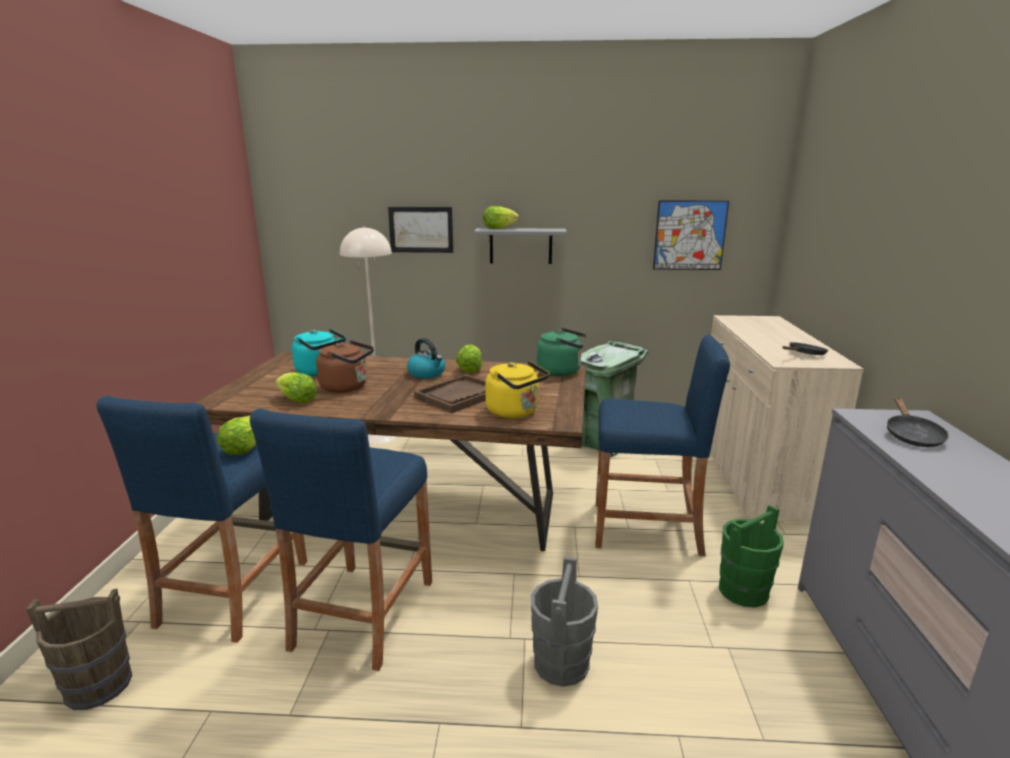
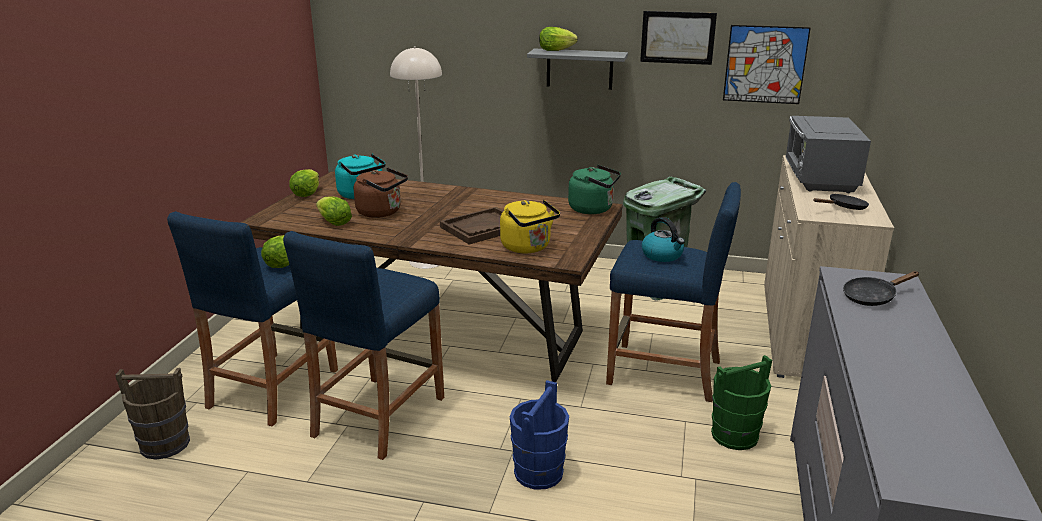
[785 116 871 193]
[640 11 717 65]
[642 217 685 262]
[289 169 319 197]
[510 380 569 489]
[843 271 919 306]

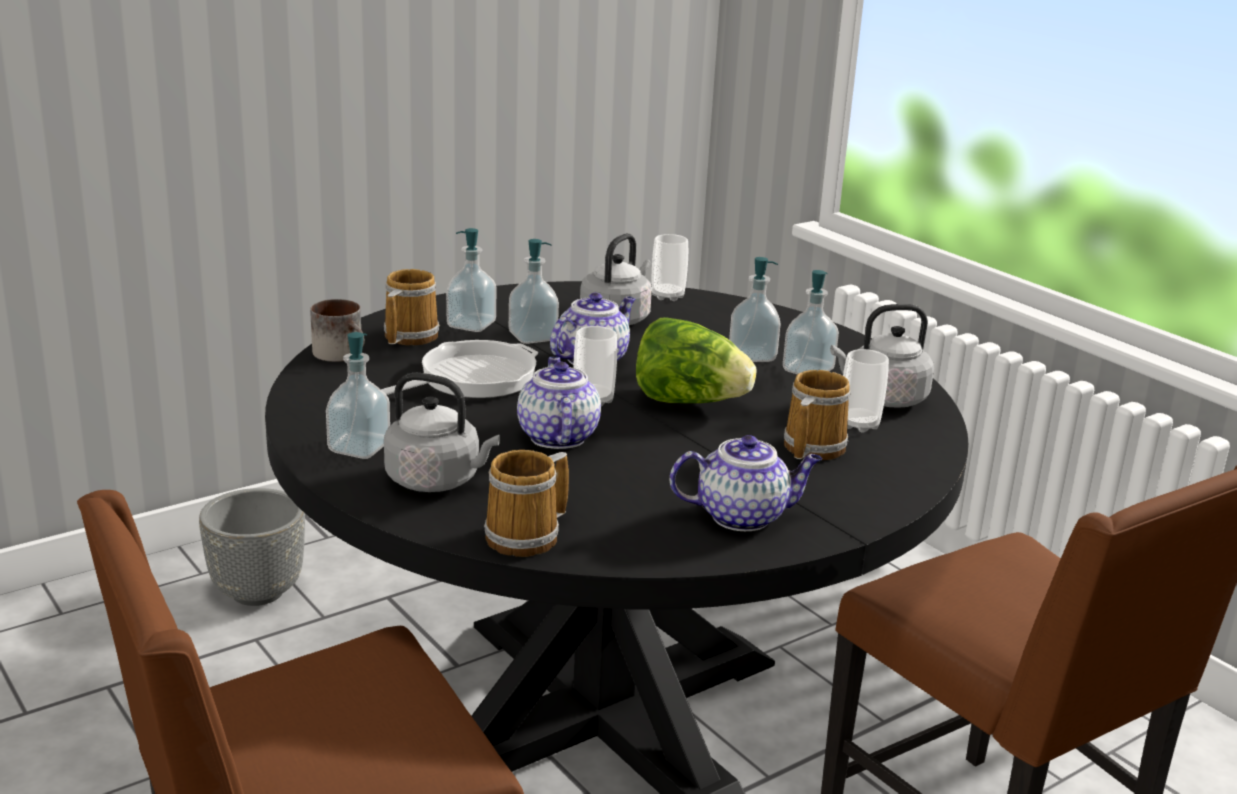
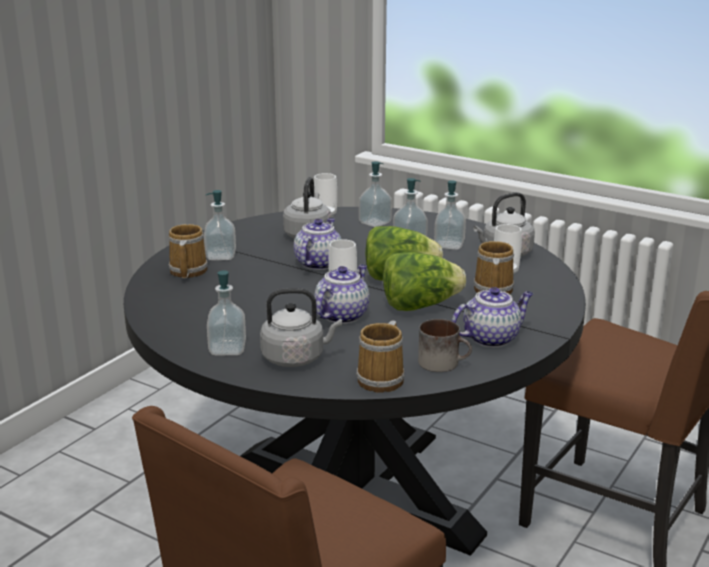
[199 488 305 606] (first image)
[381 340 538 398] (first image)
[383 252 466 311]
[418 319 472 372]
[359 161 392 227]
[314 265 370 324]

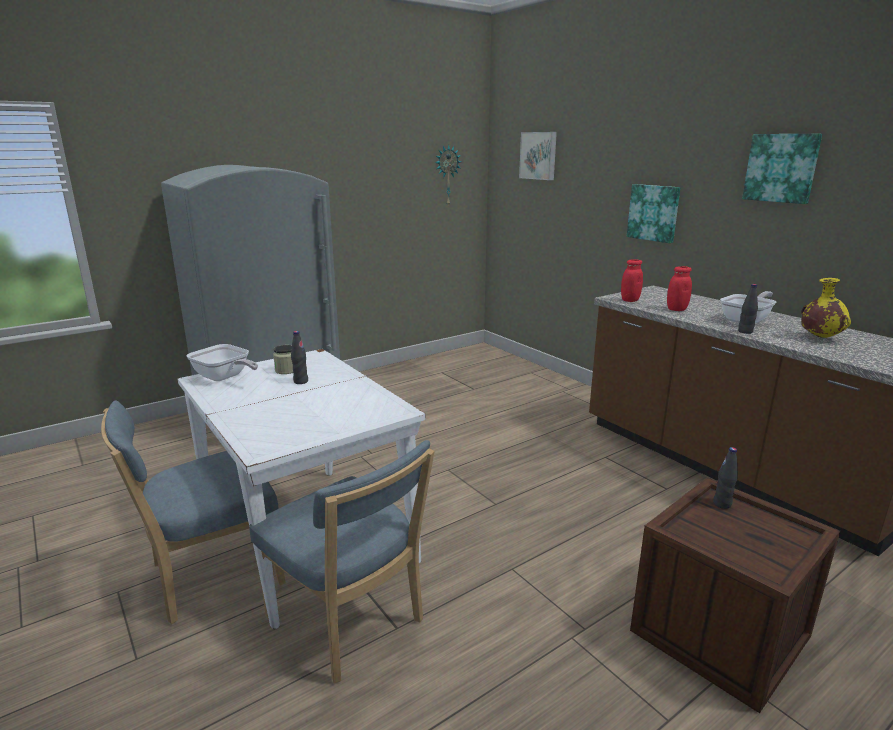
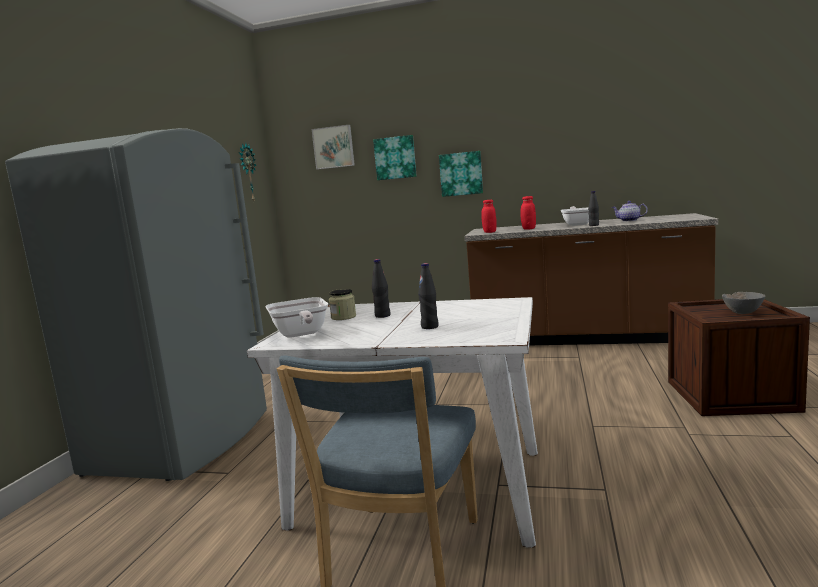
[249 440 435 684] (first image)
[722 292 765 314]
[418 263 439 329]
[373 135 417 180]
[612 201 648 221]
[266 297 328 338]

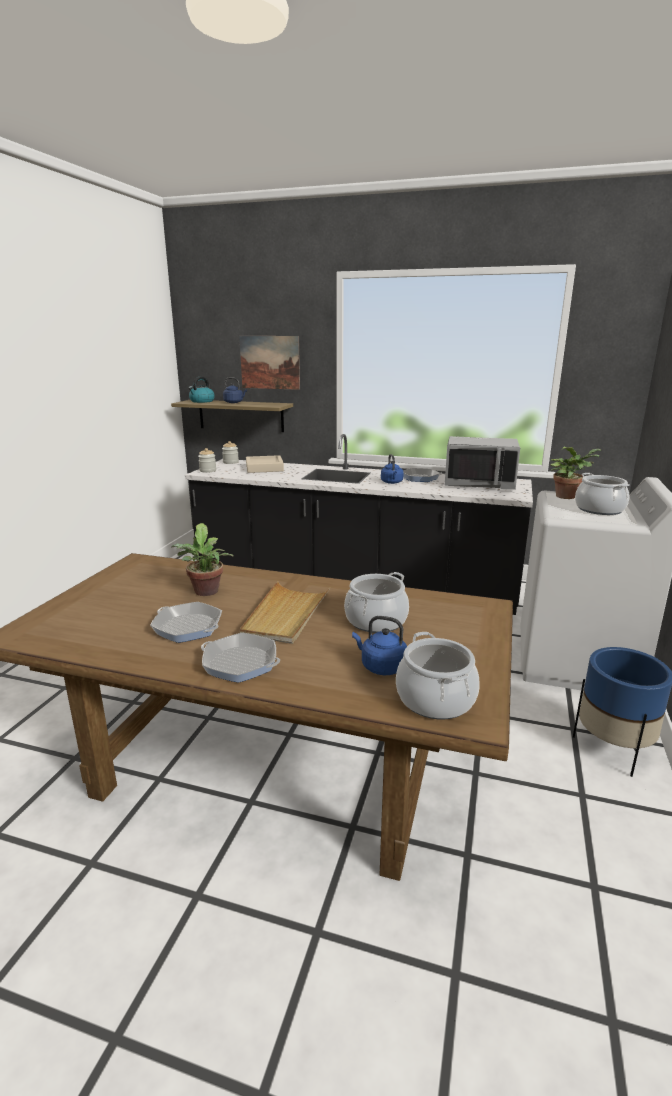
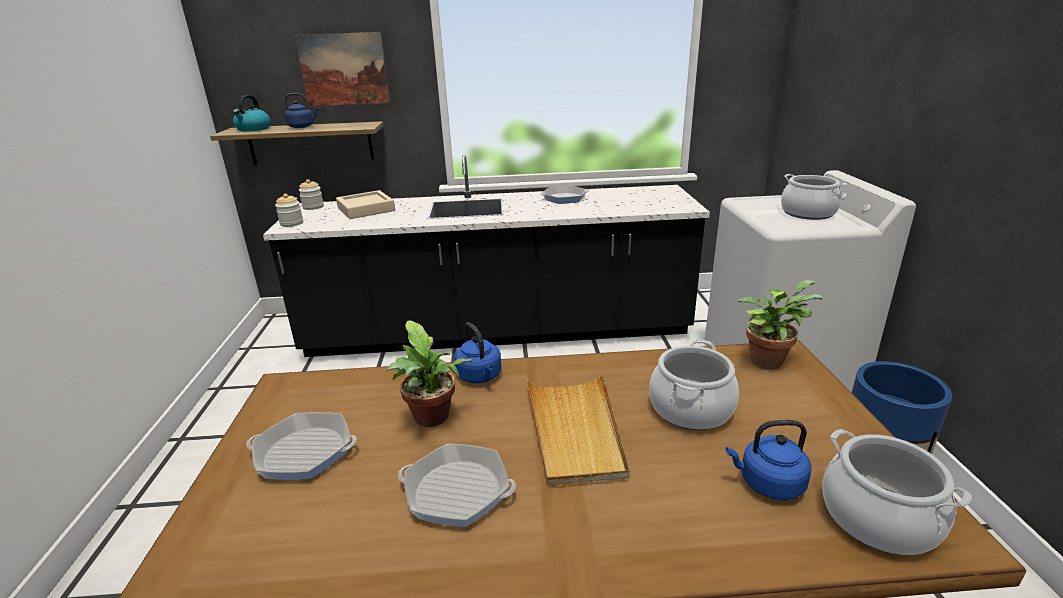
[445 436 520 490] (first image)
[246 412 357 480]
[454 322 501 383]
[738 280 822 369]

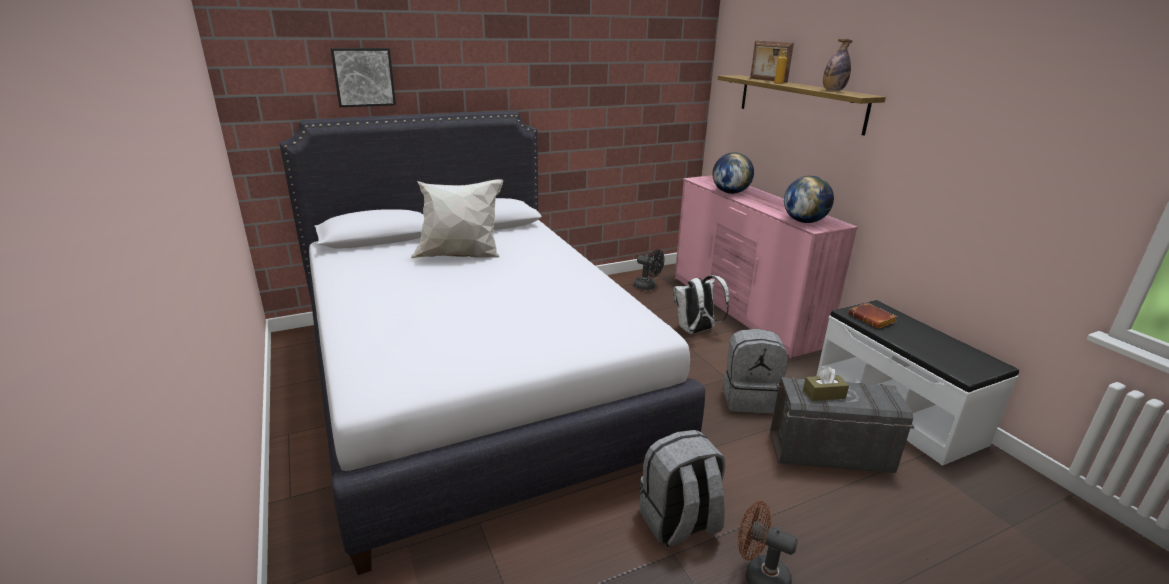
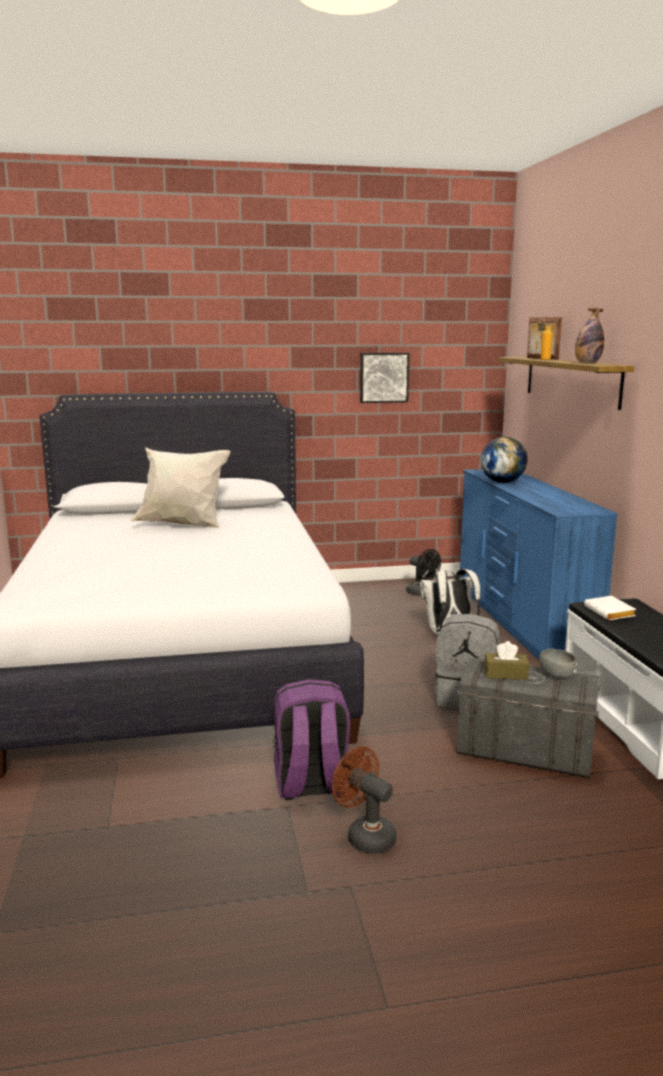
[784 176 834 223] (first image)
[539 649 576 678]
[360 353 410 403]
[273 679 350 800]
[460 469 618 660]
[584 596 636 620]

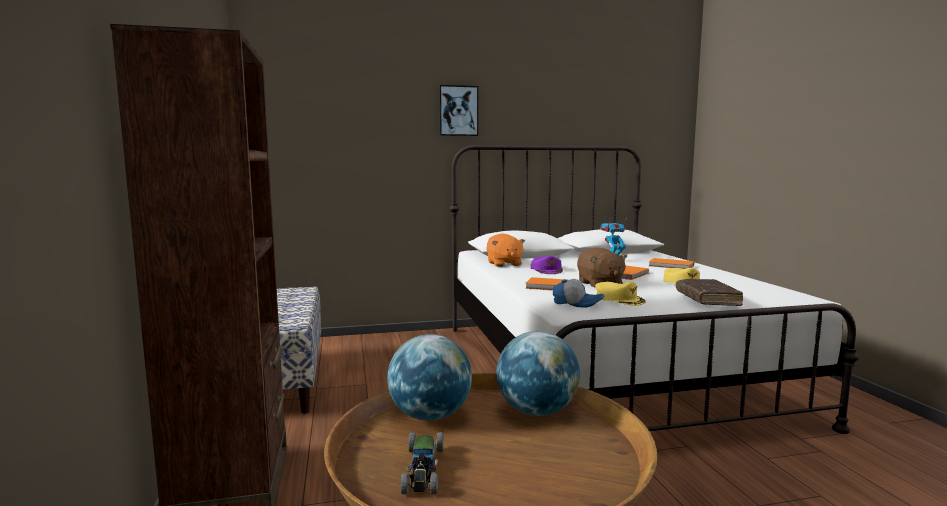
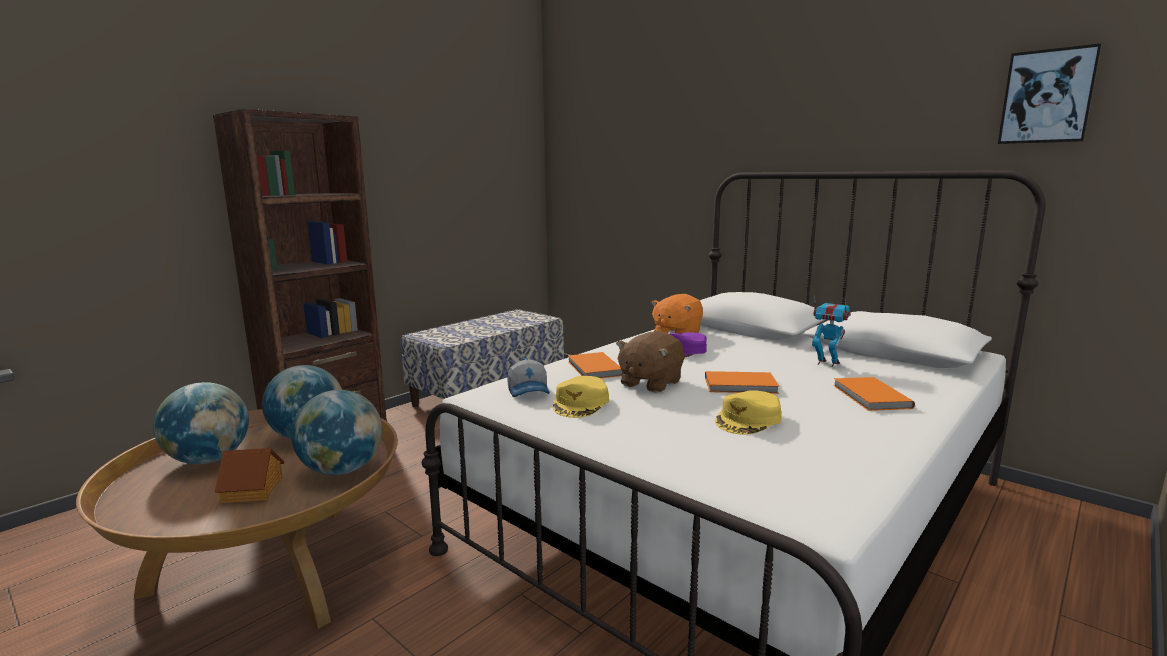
[676 279 743 306] (first image)
[215 448 284 503]
[998 43 1102 144]
[153 382 249 464]

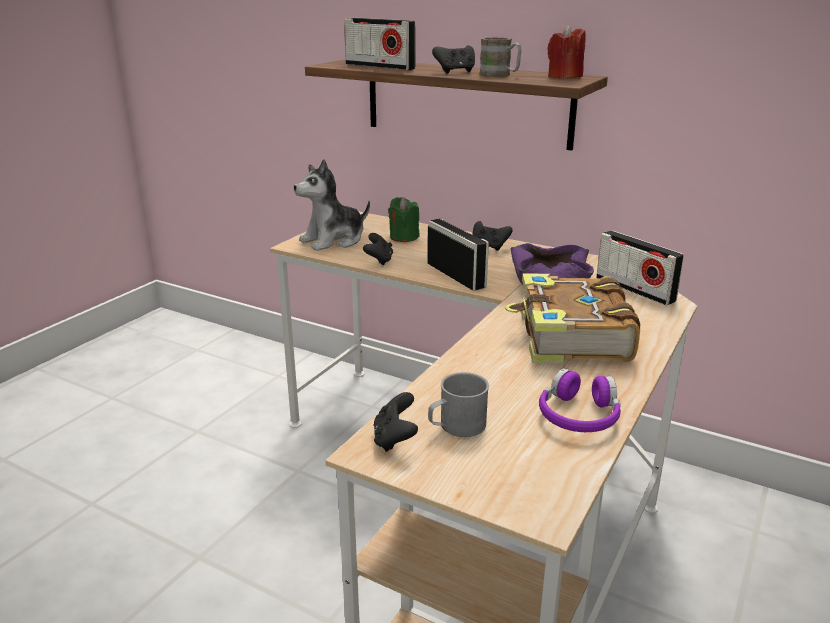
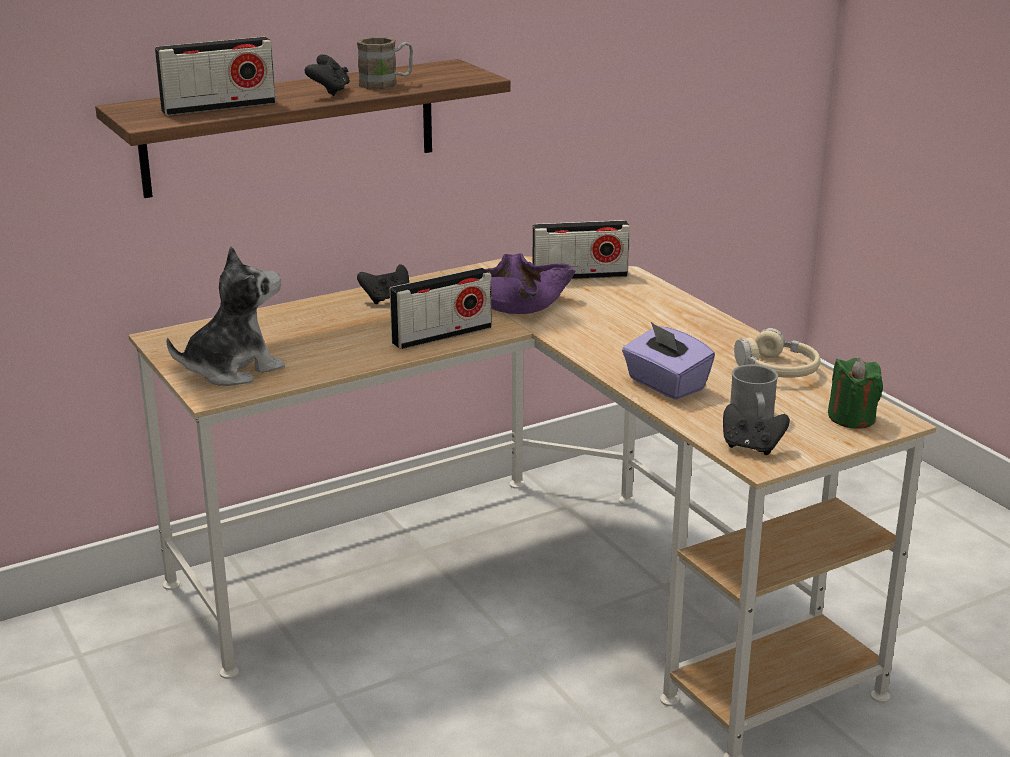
[363 233 393 265] (first image)
[505 273 640 363] (first image)
[547 25 586 79] (first image)
[622 322 715 400]
[828 358 883 429]
[734 328 820 378]
[166 246 285 386]
[390 268 492 349]

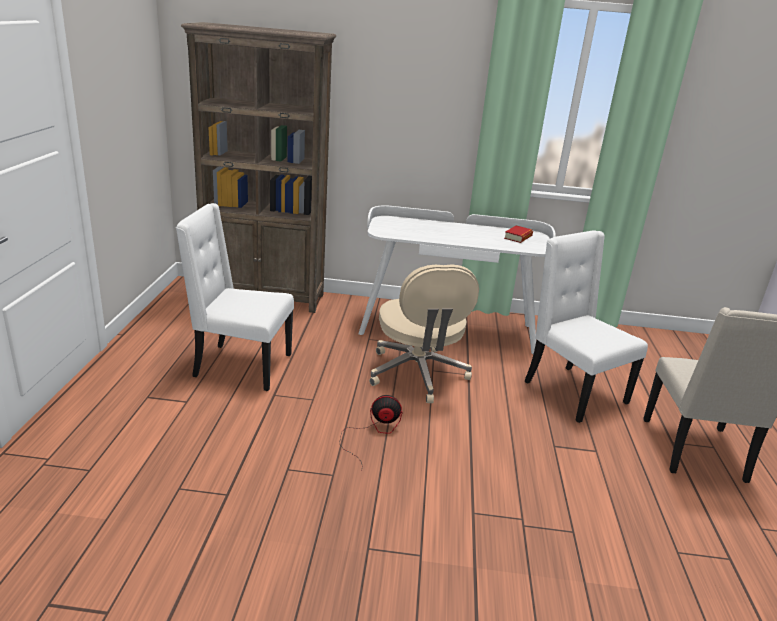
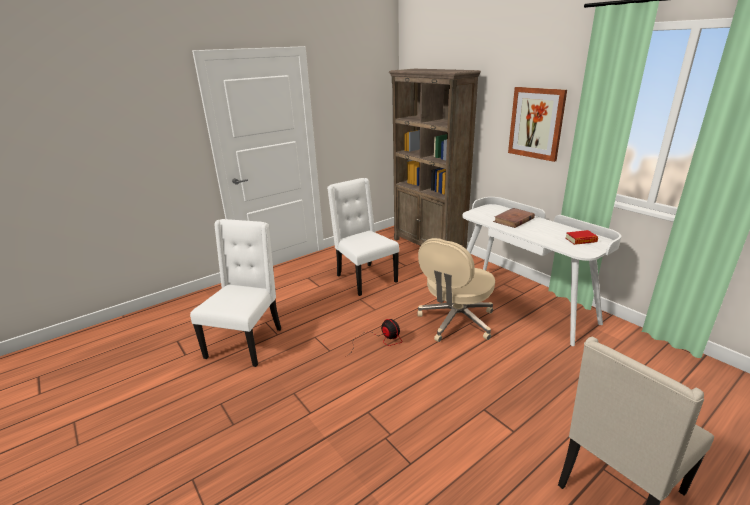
[493 208 535 228]
[508 87 567 162]
[190 219 281 367]

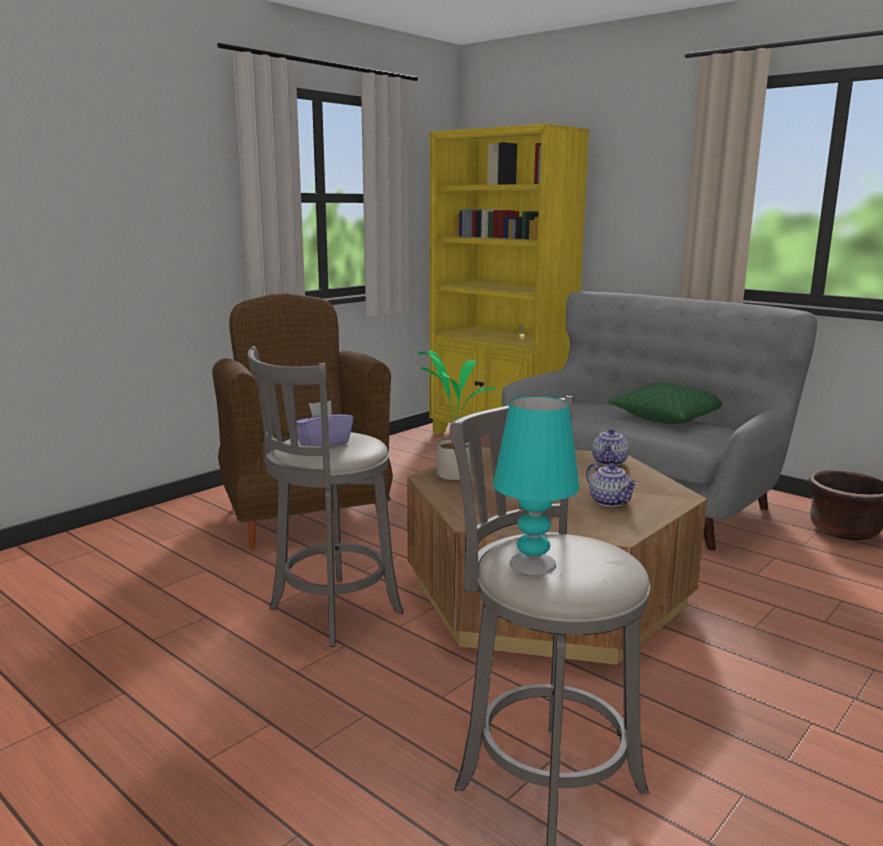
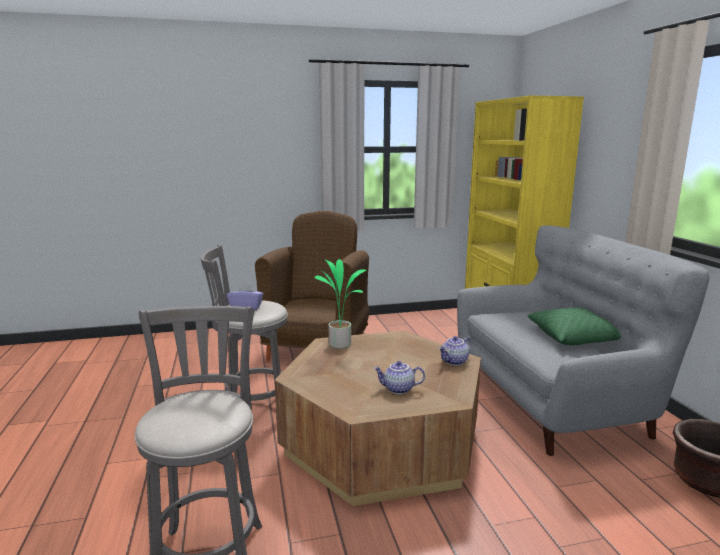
[493 396 579 575] (first image)
[373 361 425 394]

